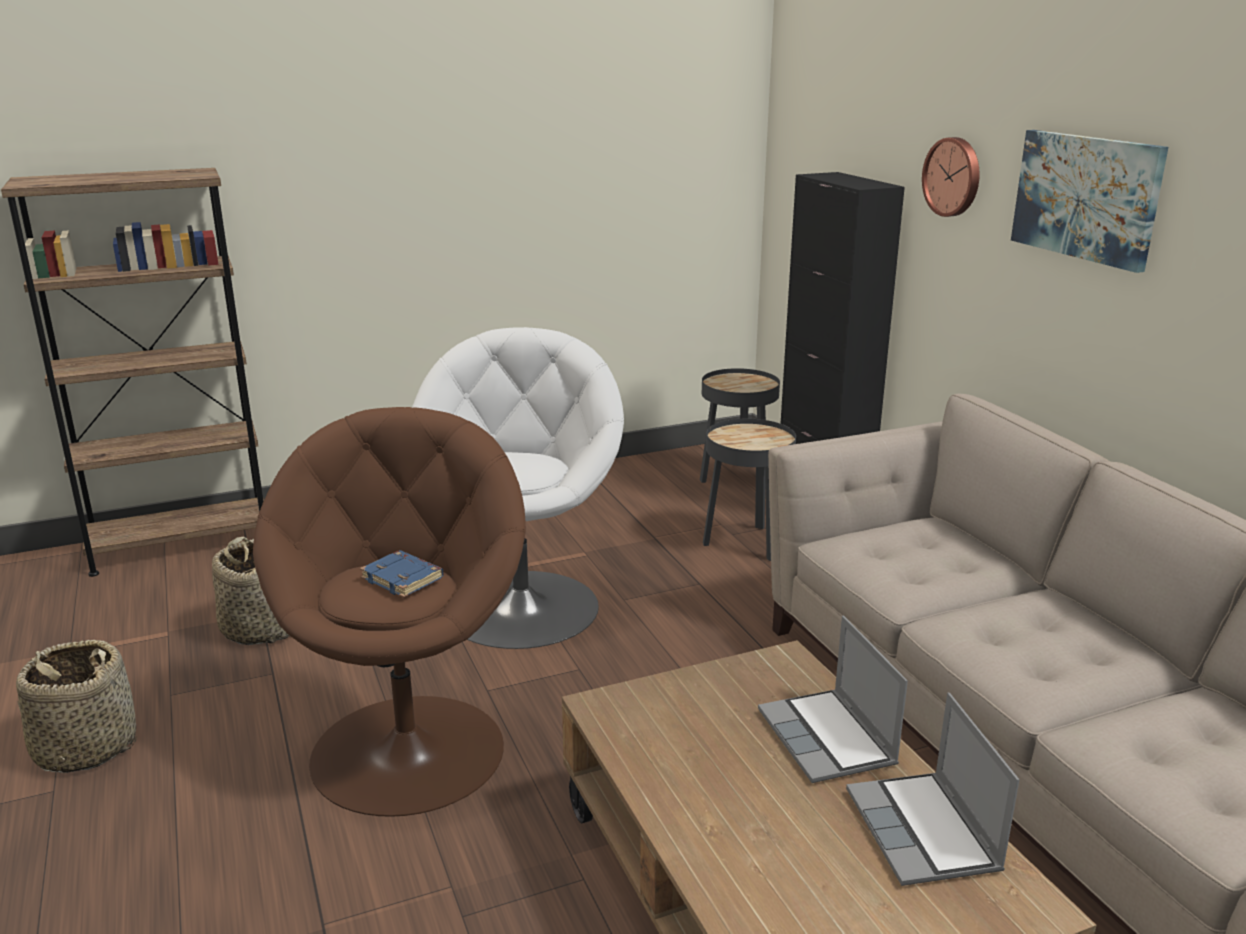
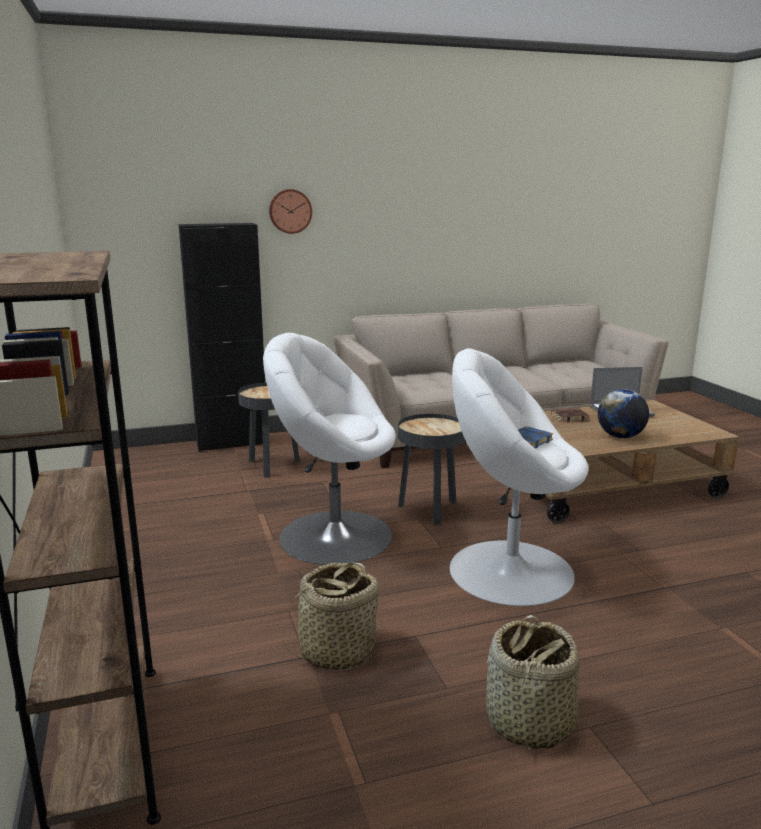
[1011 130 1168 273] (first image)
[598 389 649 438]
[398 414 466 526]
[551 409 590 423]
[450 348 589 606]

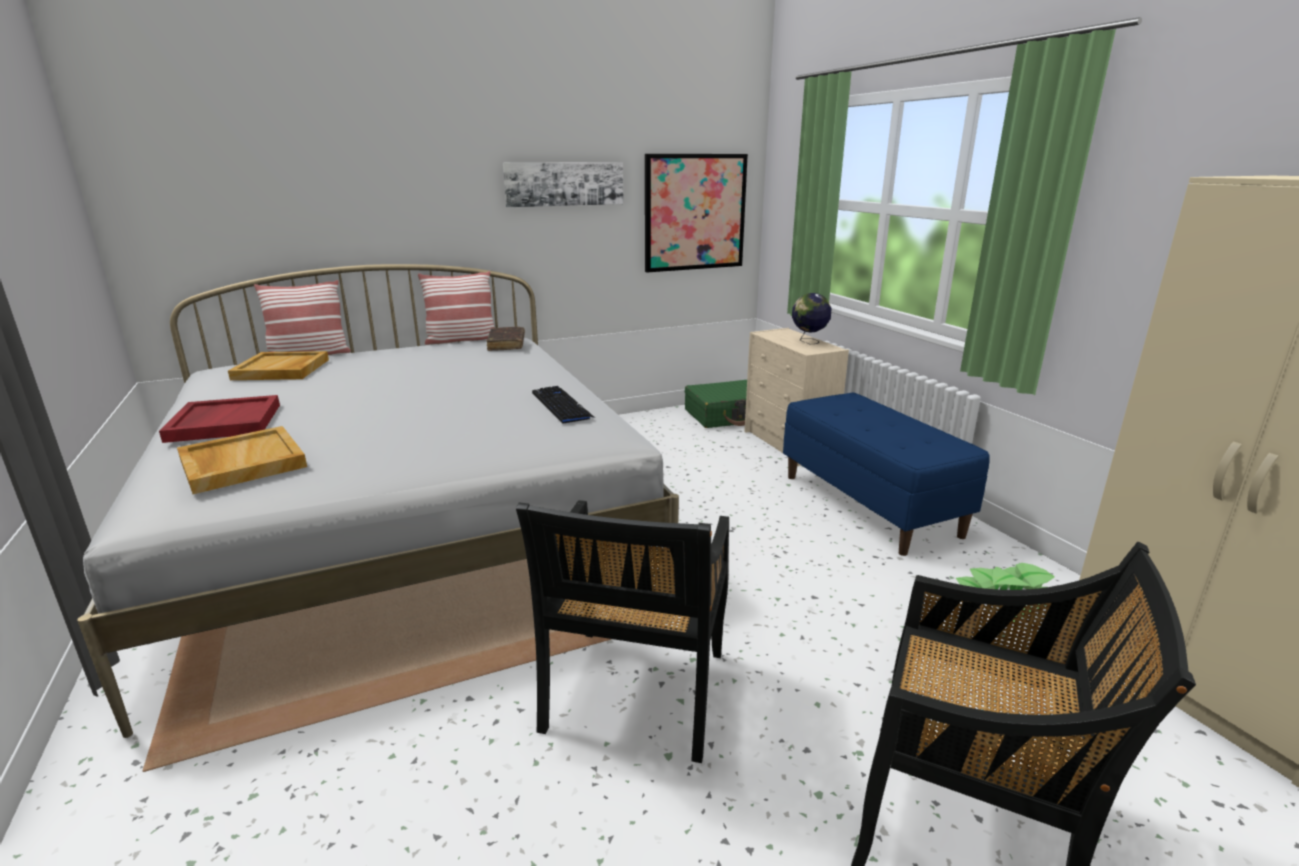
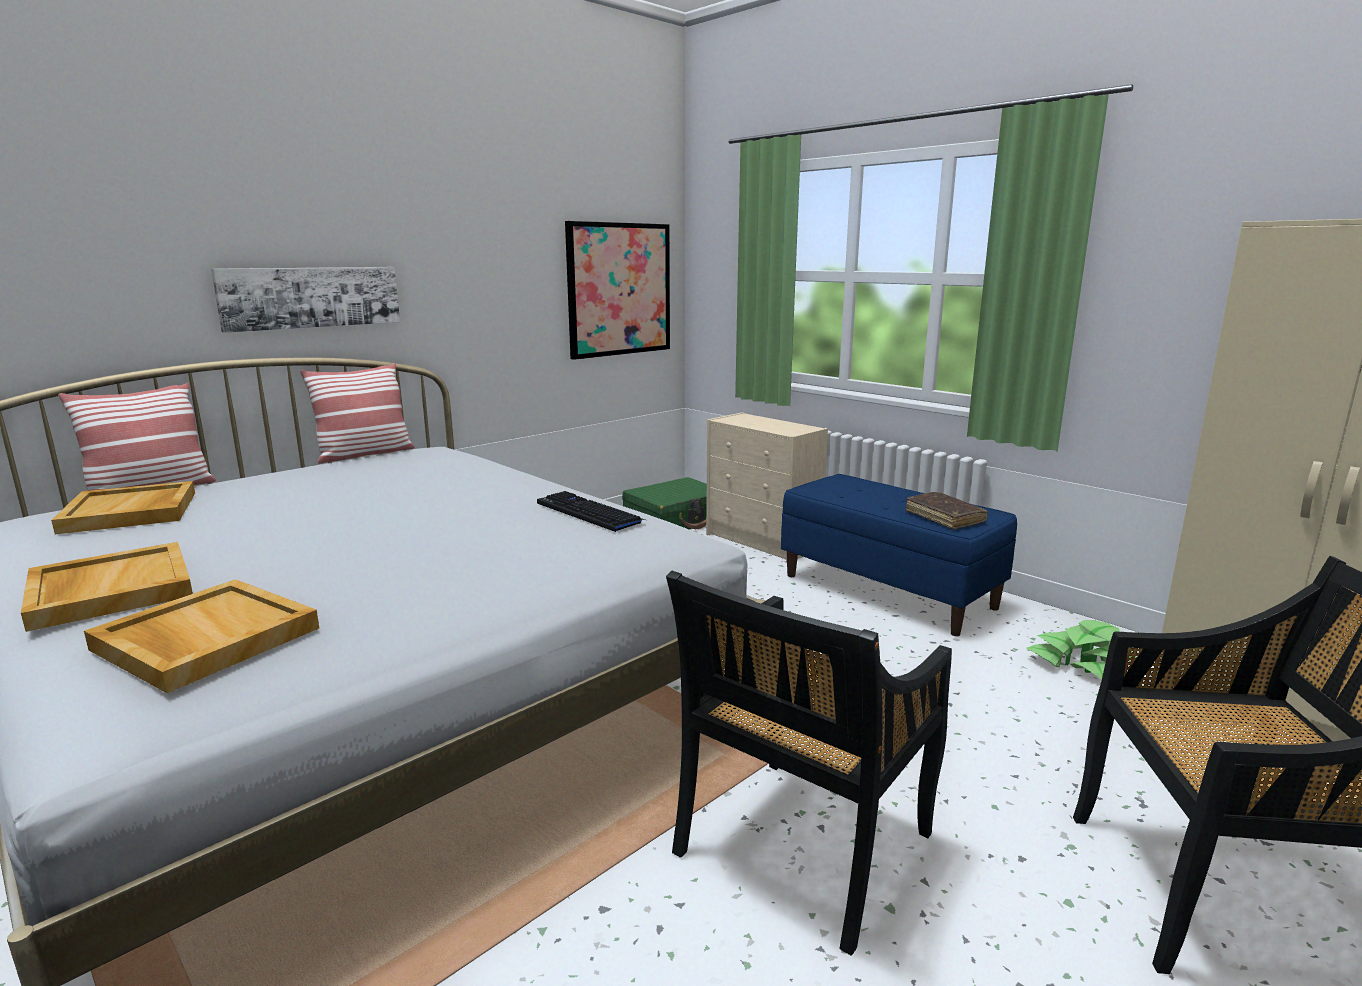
[792 293 832 344] (first image)
[905 492 988 530]
[211 267 400 333]
[21 542 193 632]
[666 571 952 956]

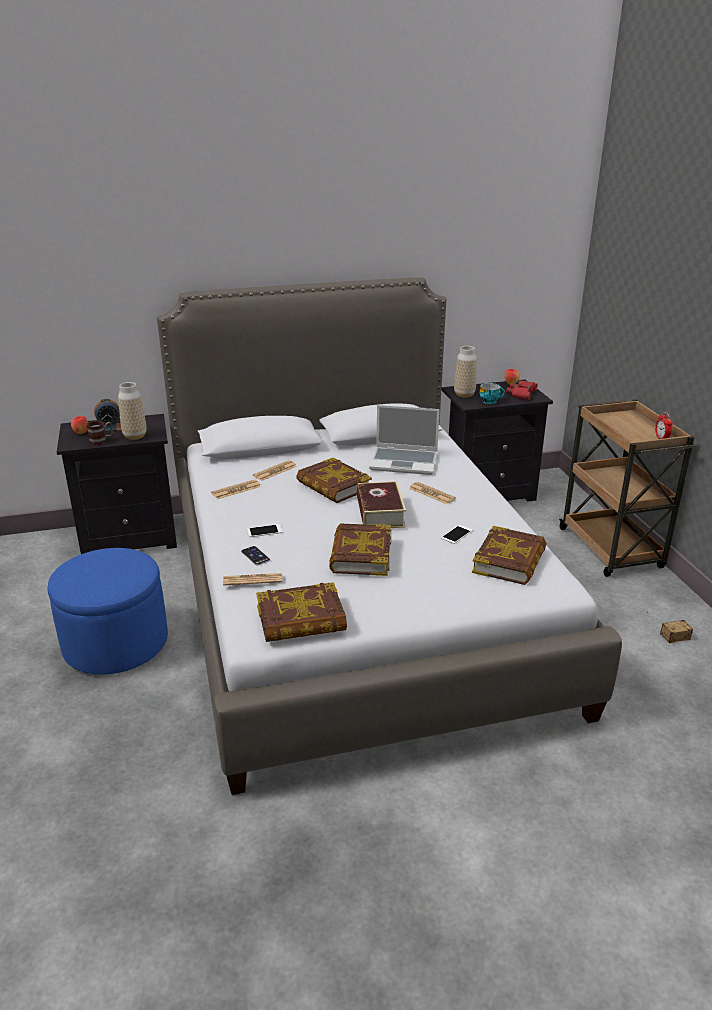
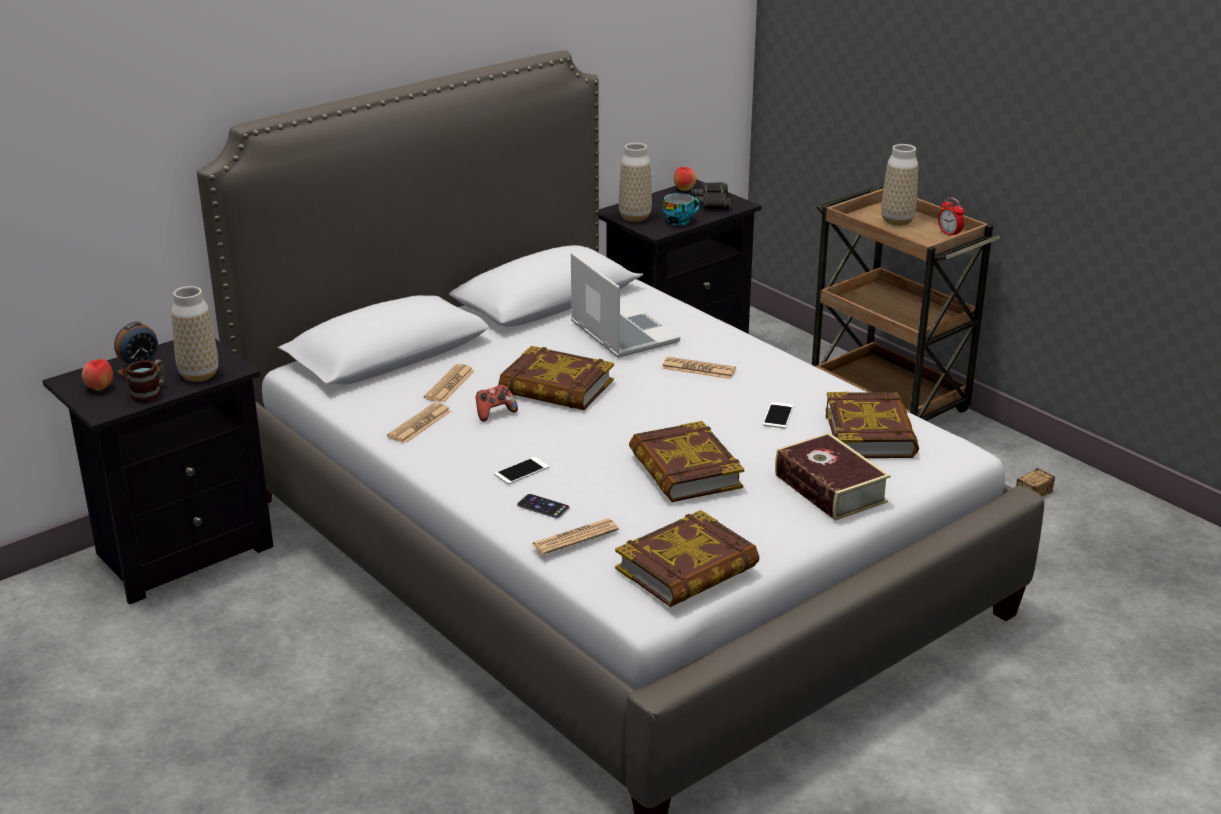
[47 548 168 674] (first image)
[476 384 518 422]
[881 144 918 226]
[775 433 891 521]
[691 182 730 210]
[571 252 680 358]

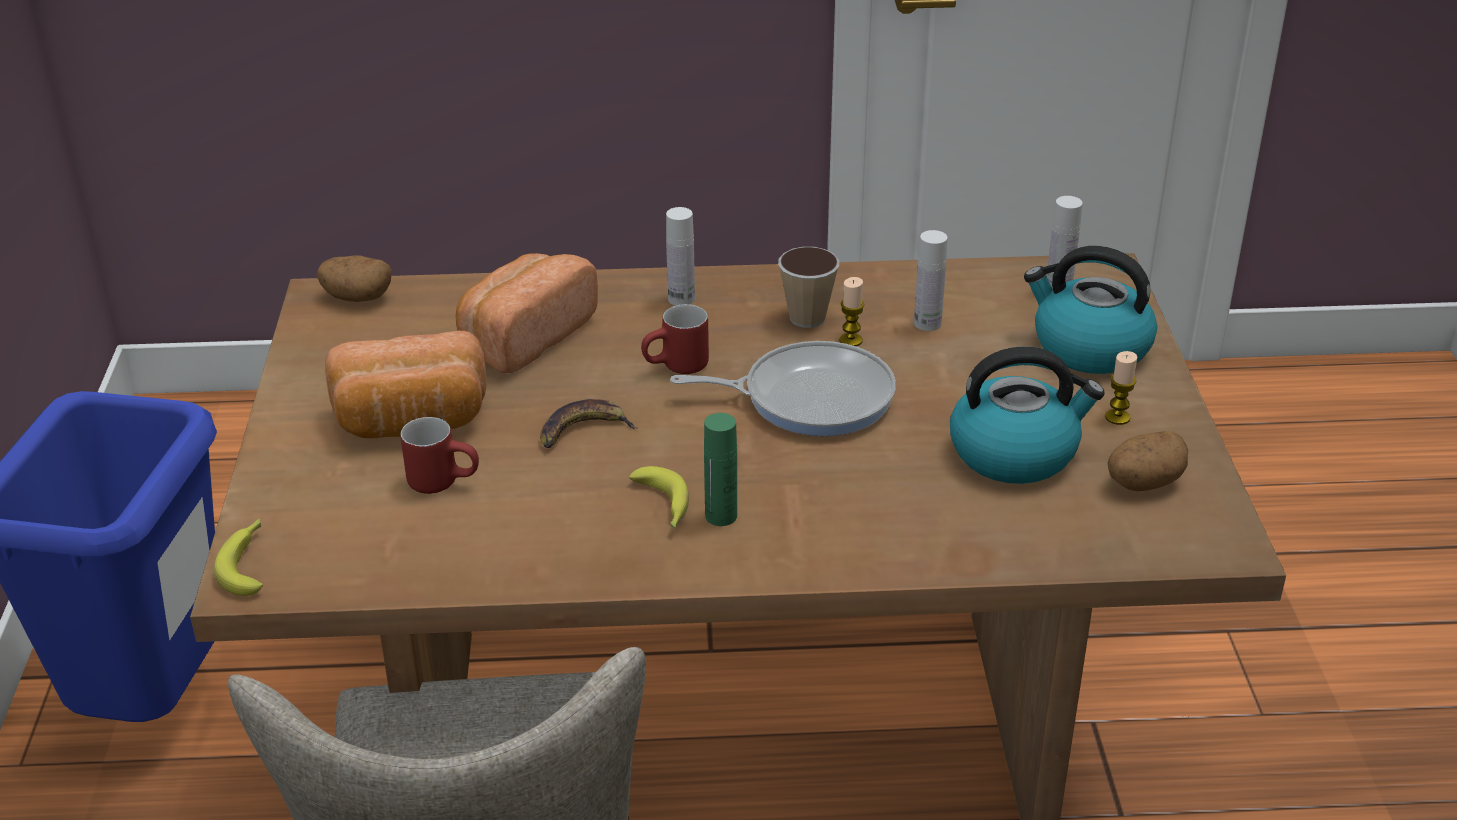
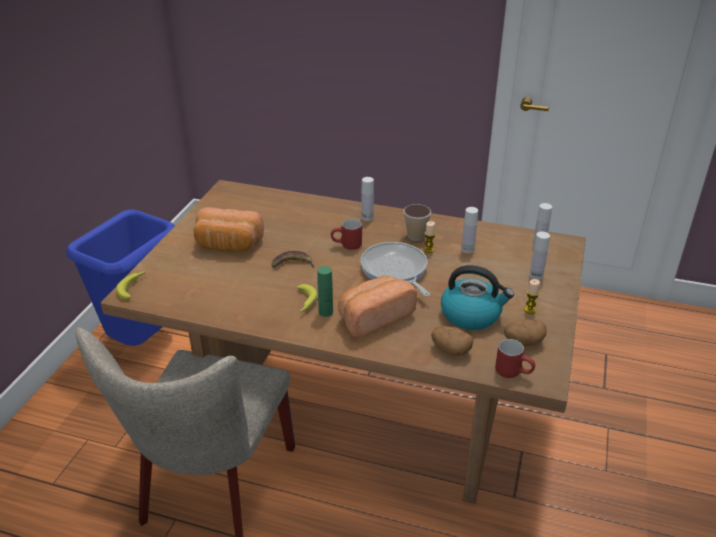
[431 326 474 356]
[495 339 535 378]
[338 275 417 338]
[529 231 550 280]
[360 242 430 297]

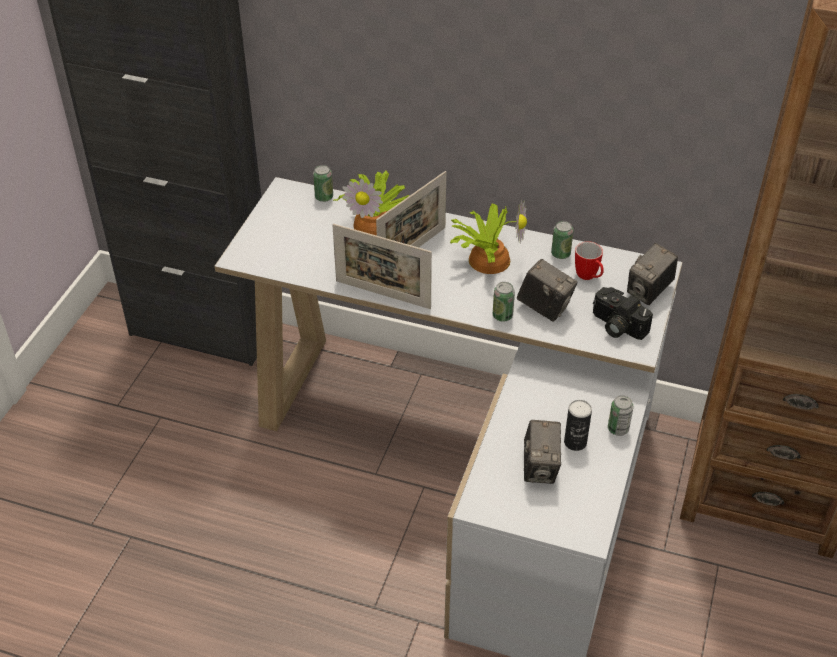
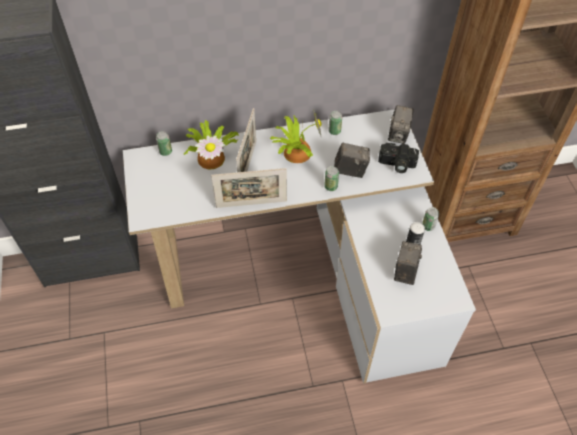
[575 242 604 280] (first image)
[394 241 422 285]

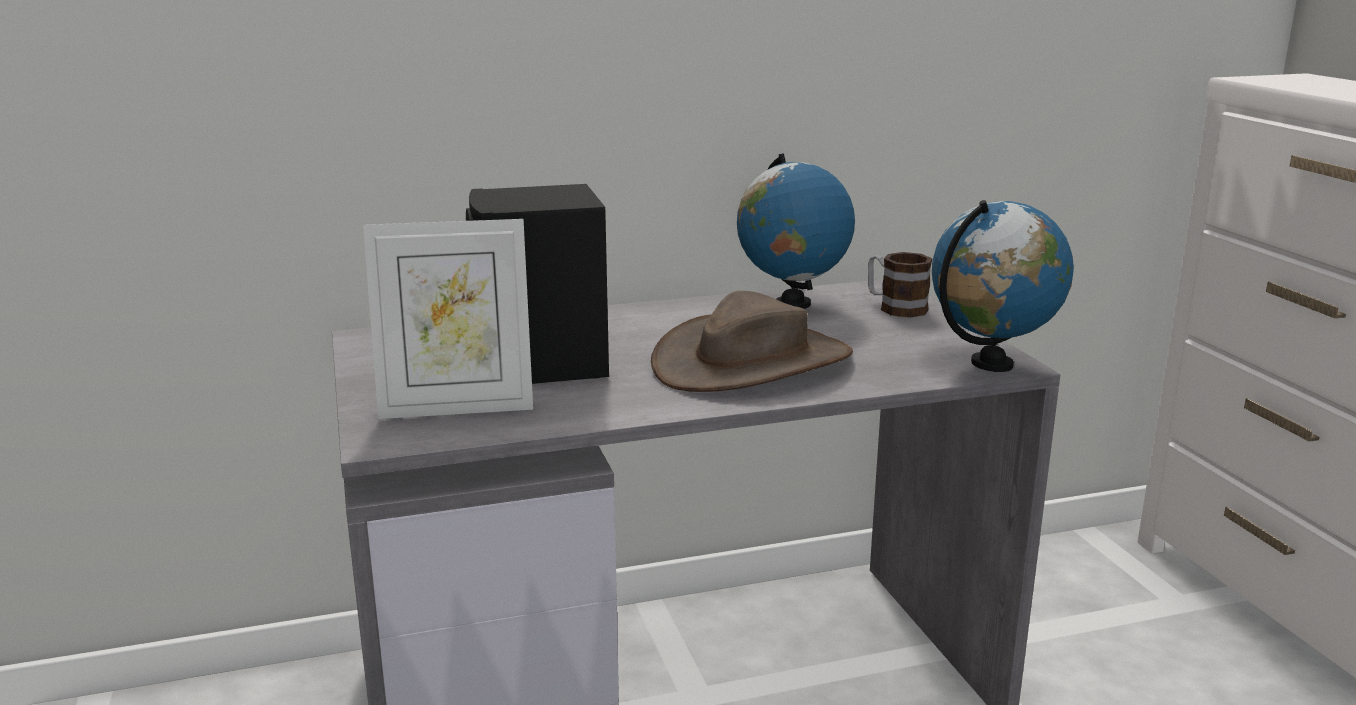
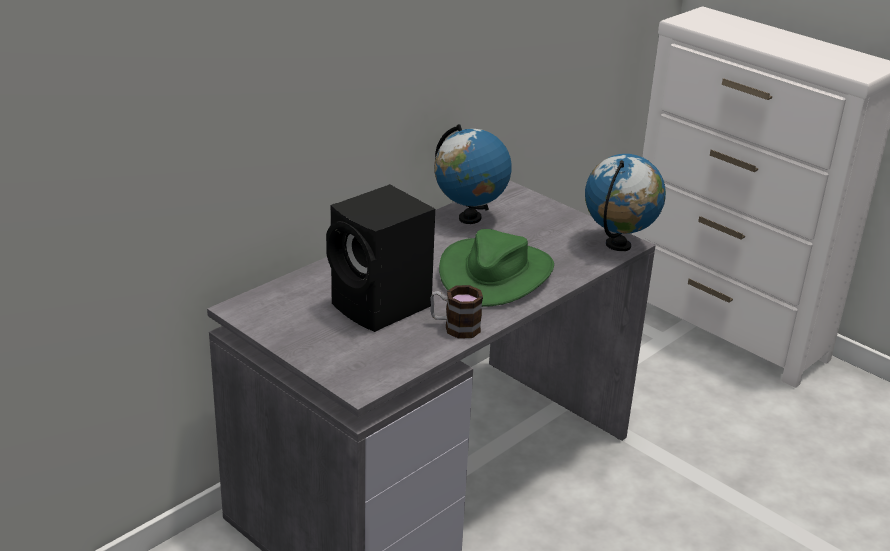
[363 219 533 419] (first image)
[430 285 483 339]
[439 229 554 307]

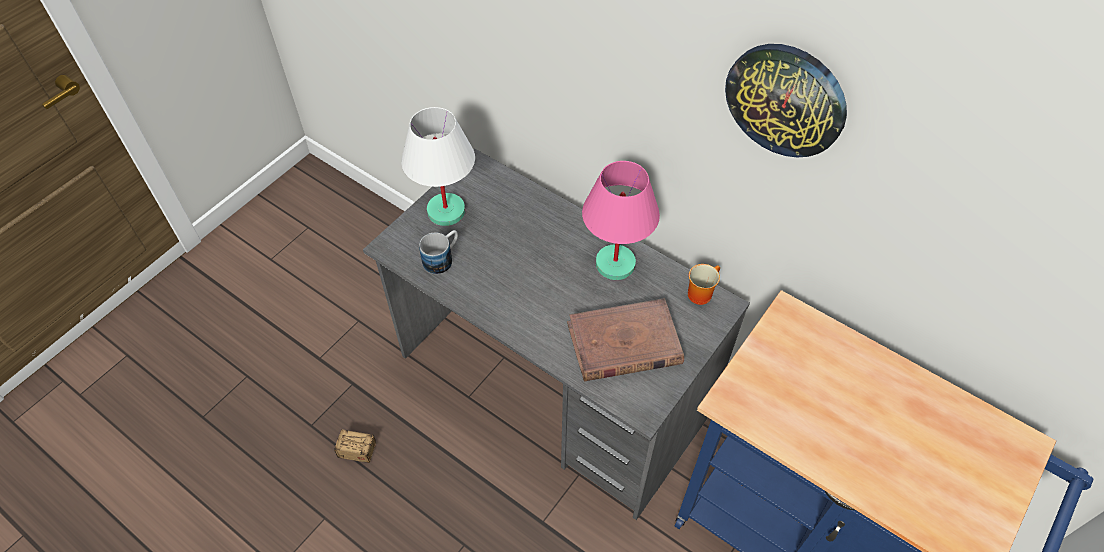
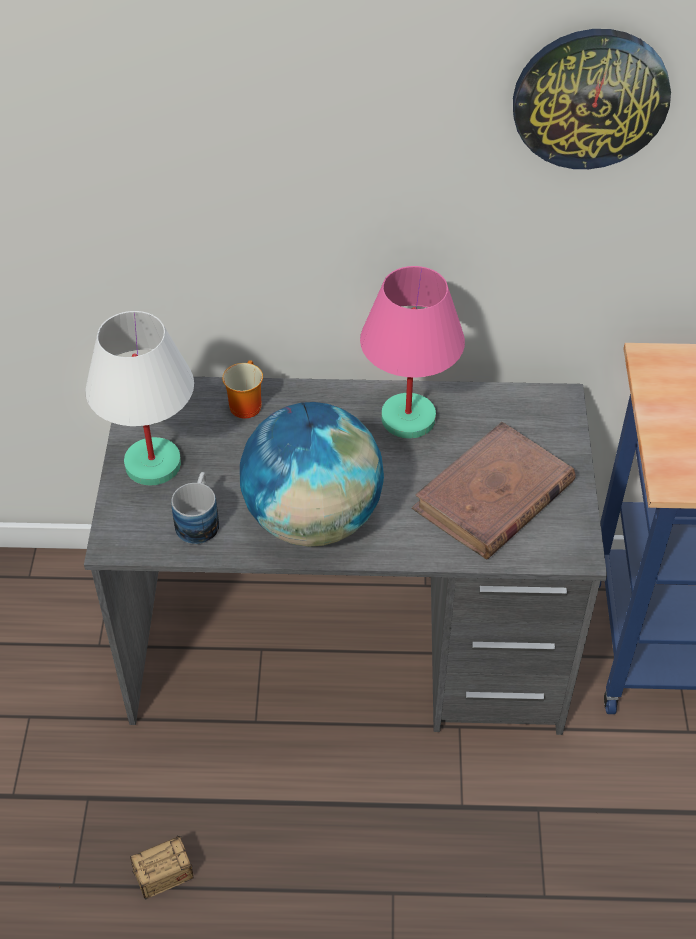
[240 402 384 547]
[222 360 263 419]

